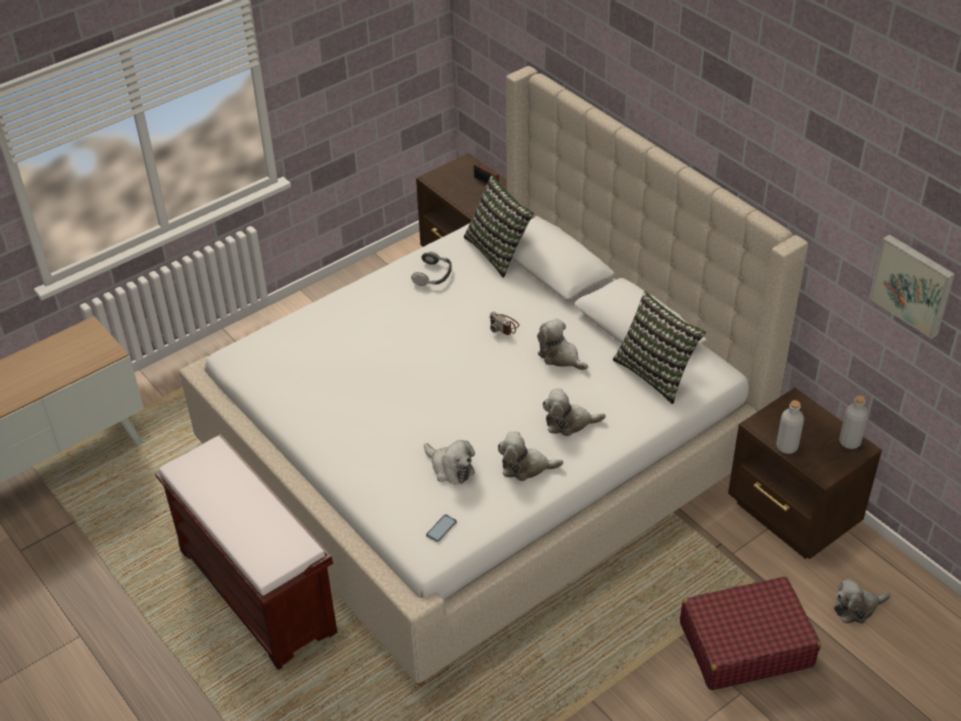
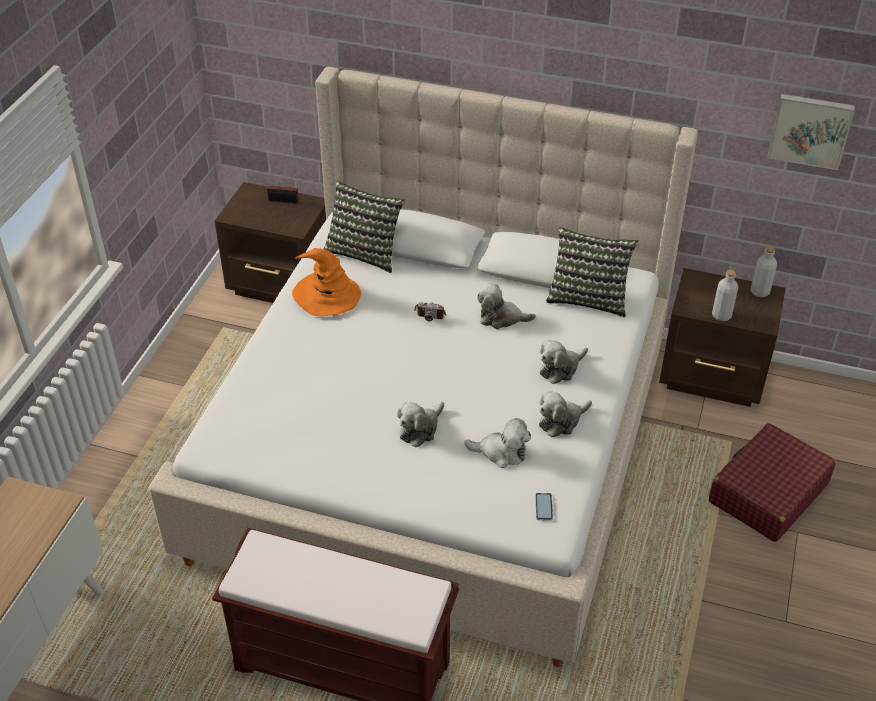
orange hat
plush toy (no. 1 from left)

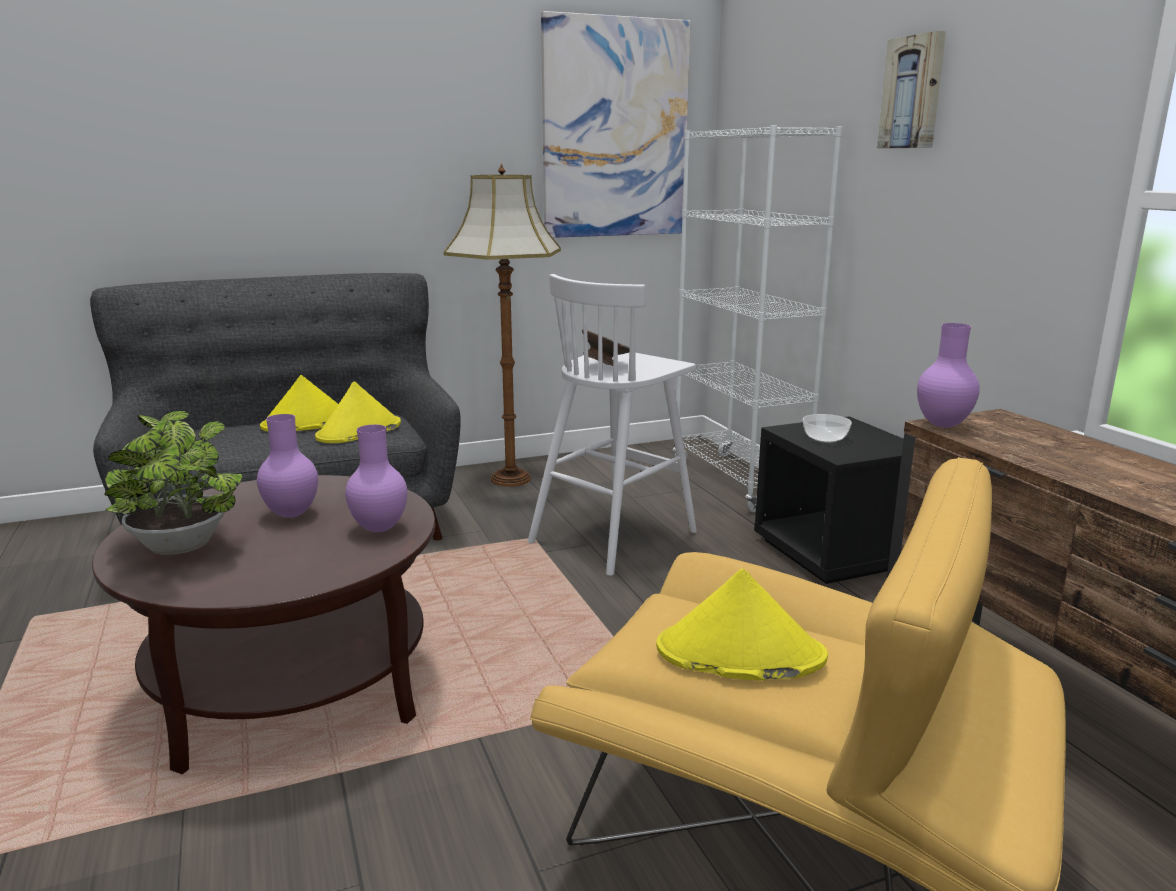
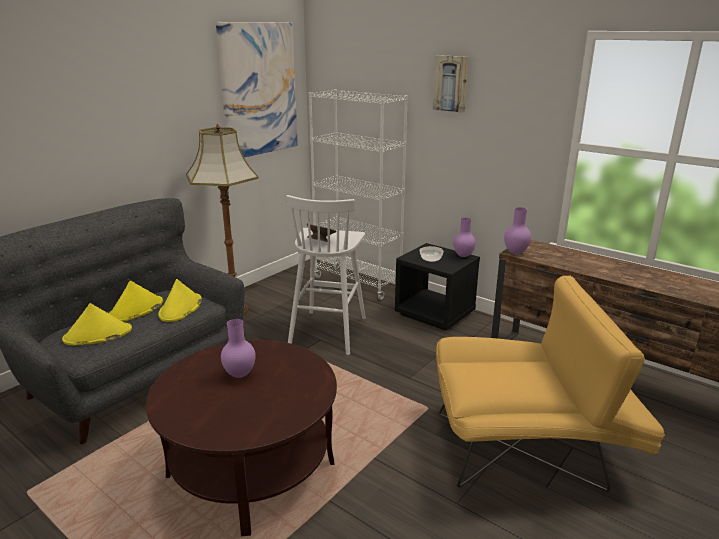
yellow hat (no. 1 from left)
purple vase (no. 2 from left)
potted plant

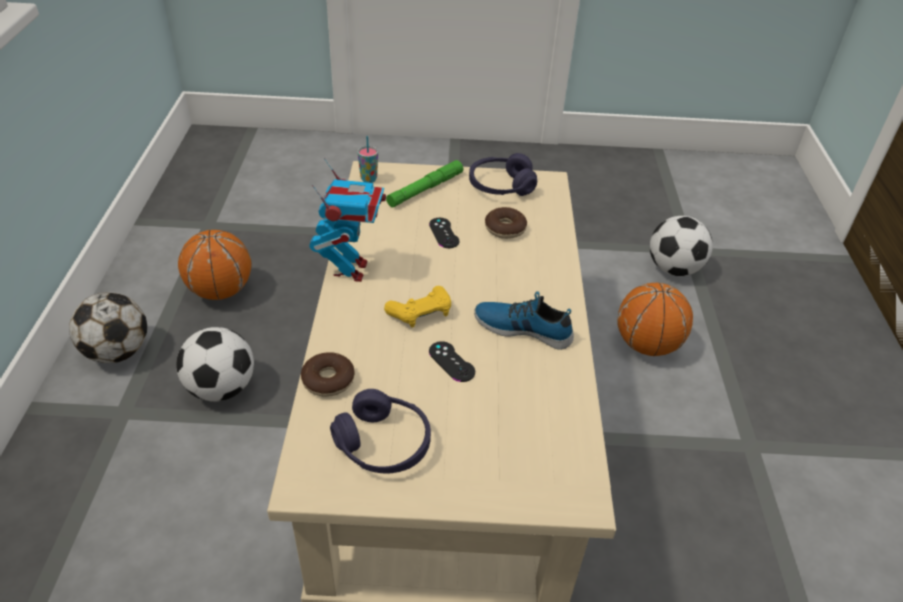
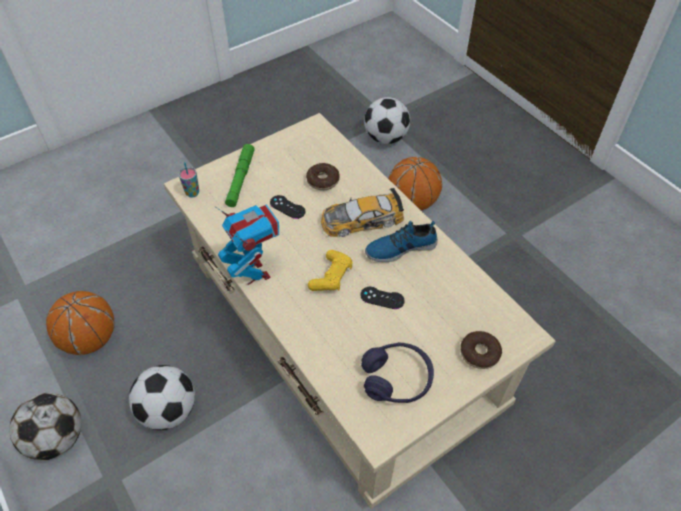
toy car
donut (no. 2 from left)
purple headphones (no. 2 from left in the first image)

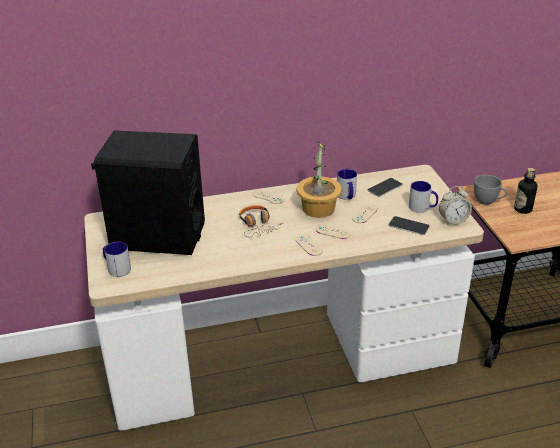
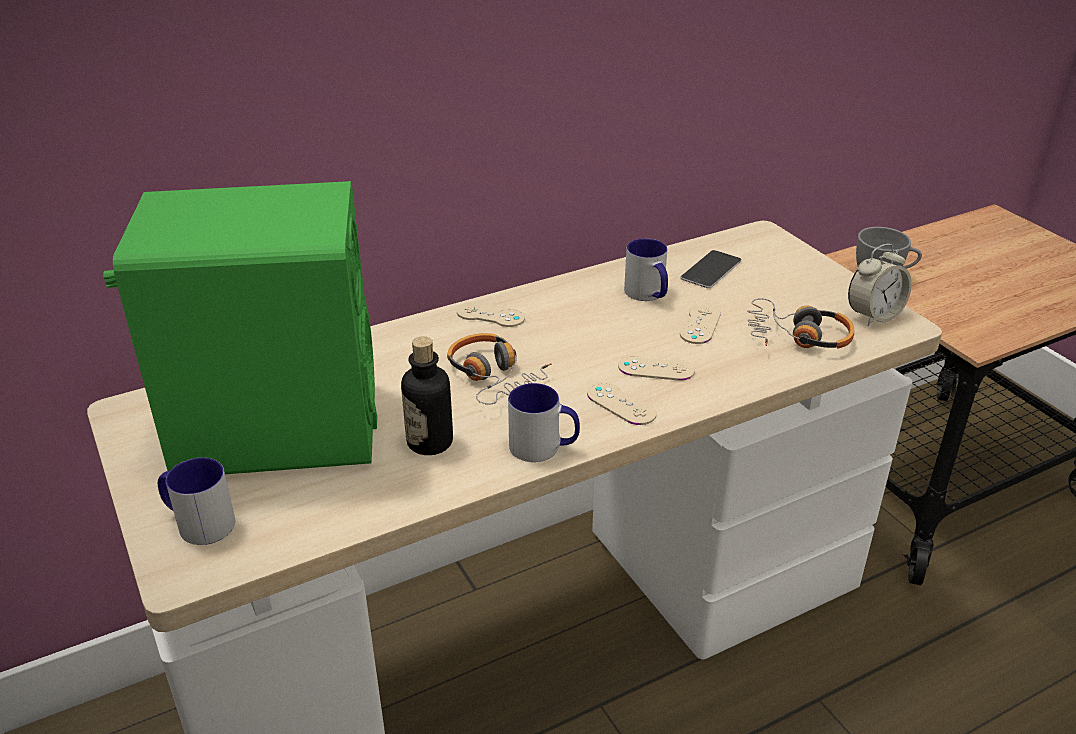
green speaker
bottle
mug (no. 2 from left)
headphones (no. 2 from left)
potted plant

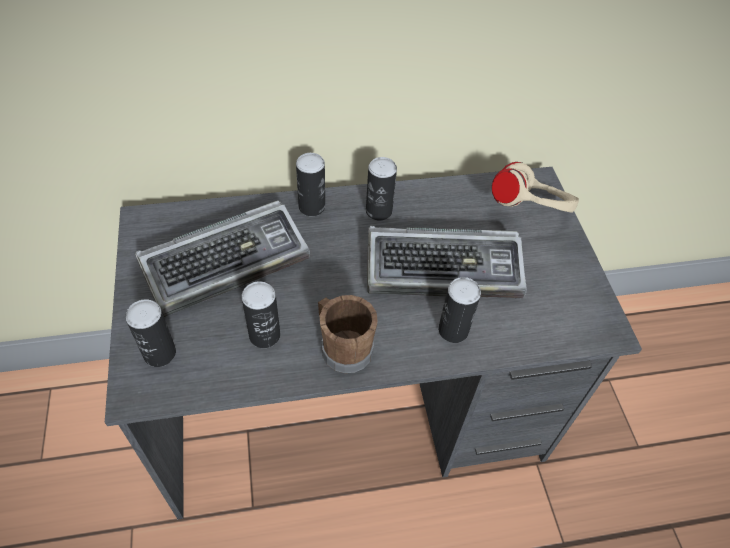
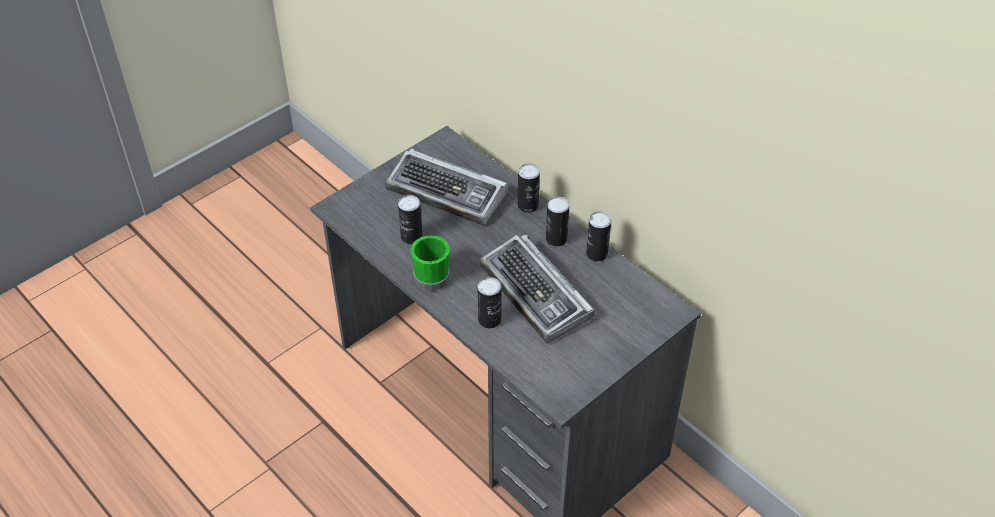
green mug
can (no. 5 from left)
beige headphones

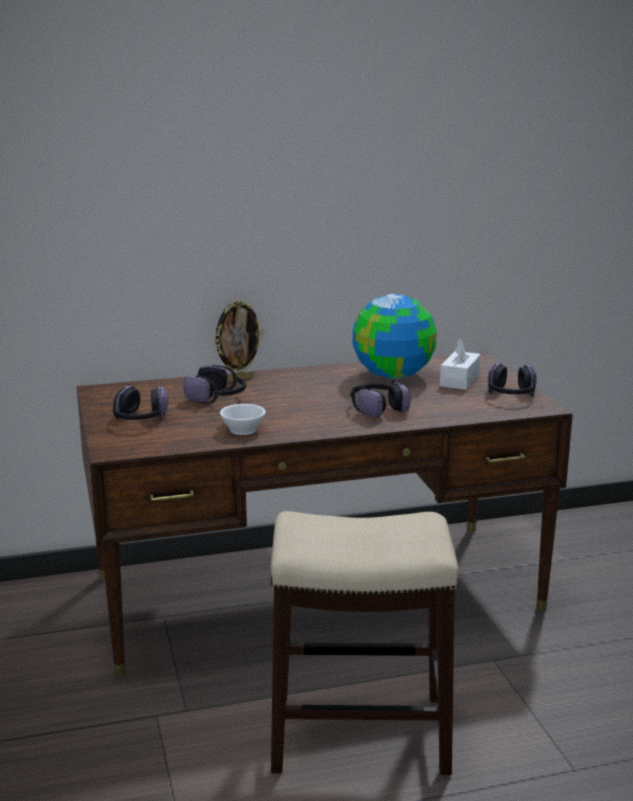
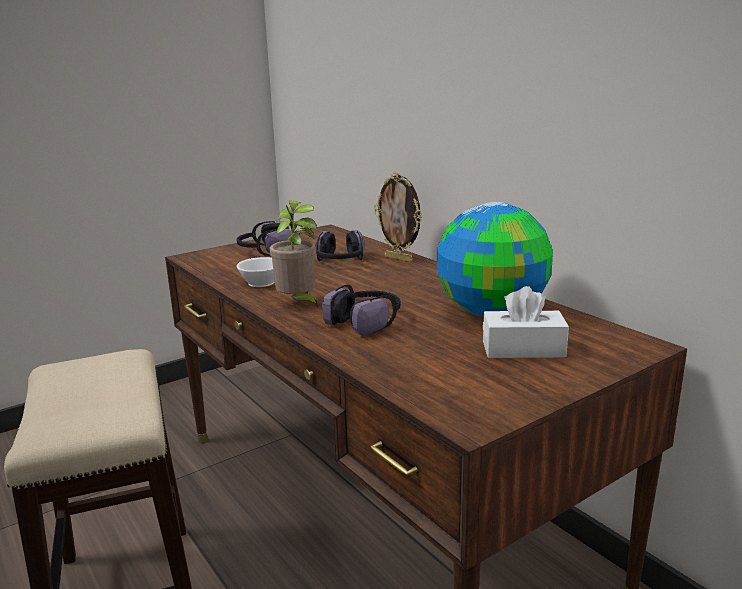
potted plant
headphones (no. 4 from left in the first image)

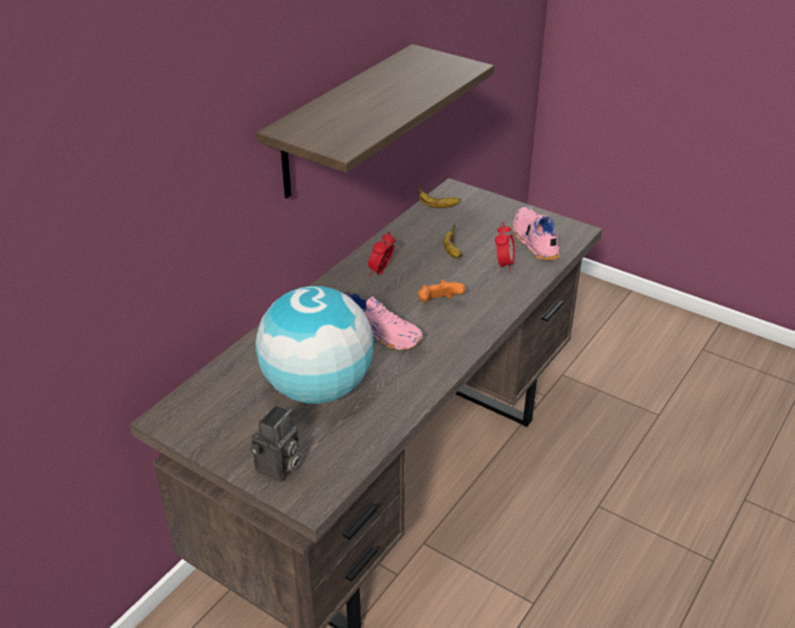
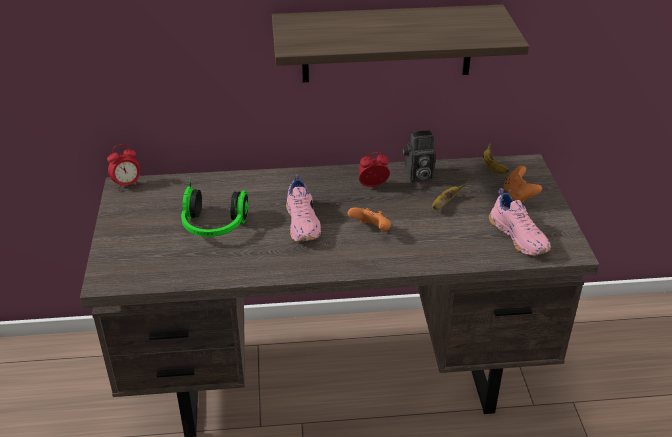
alarm clock (no. 1 from left)
headphones
photo camera
pink shoe (no. 2 from left)
orange game controller (no. 2 from left)

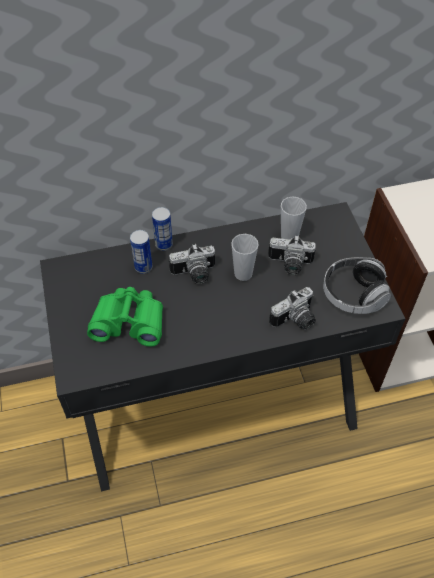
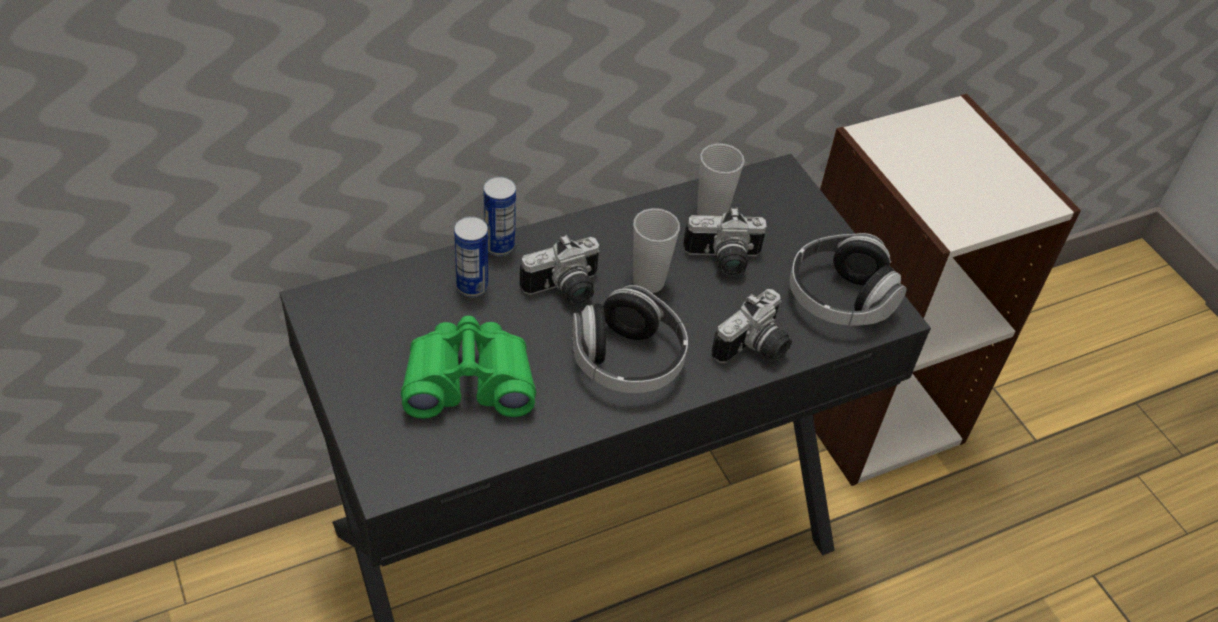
headphones (no. 1 from left)

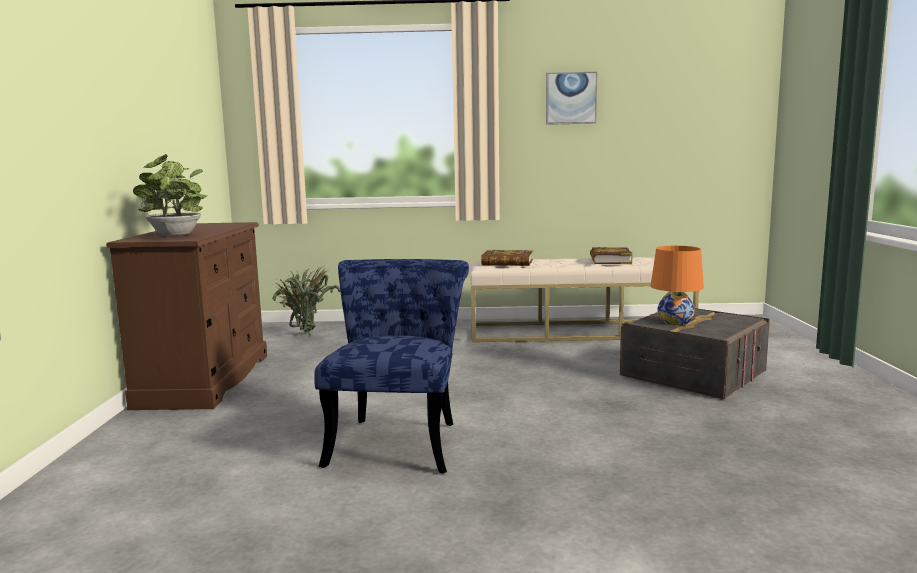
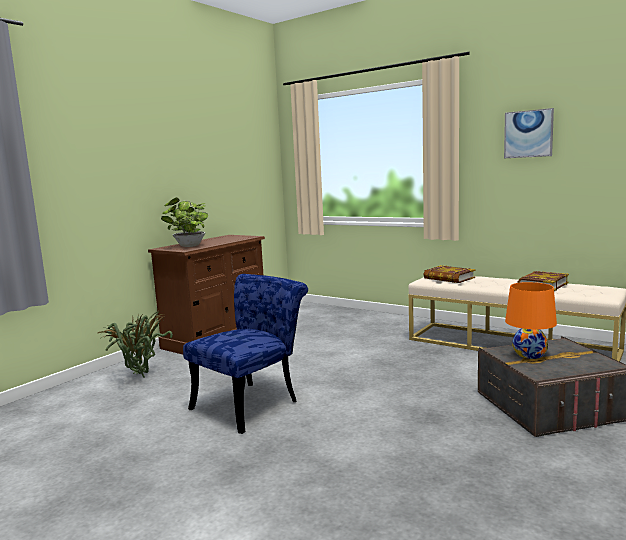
potted plant (no. 1 from left)

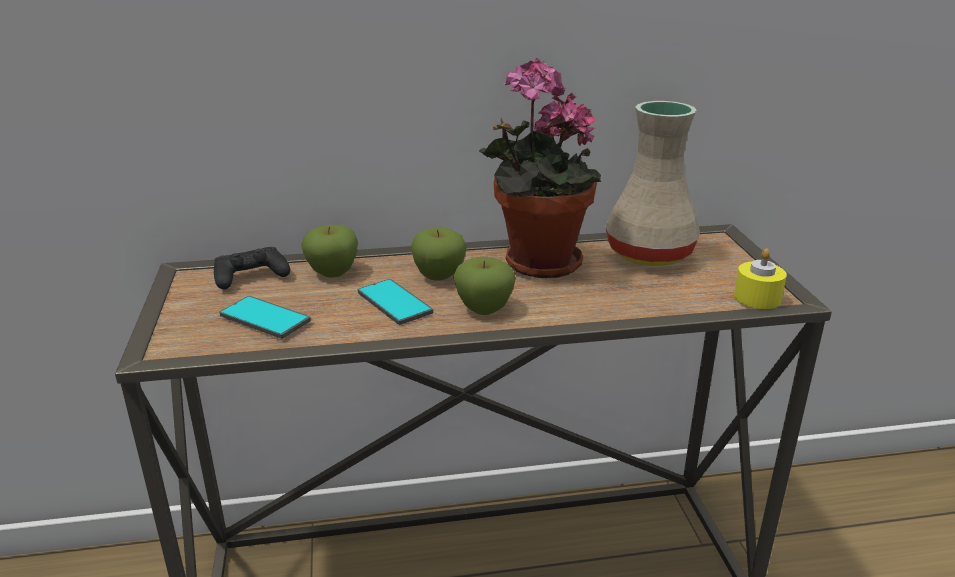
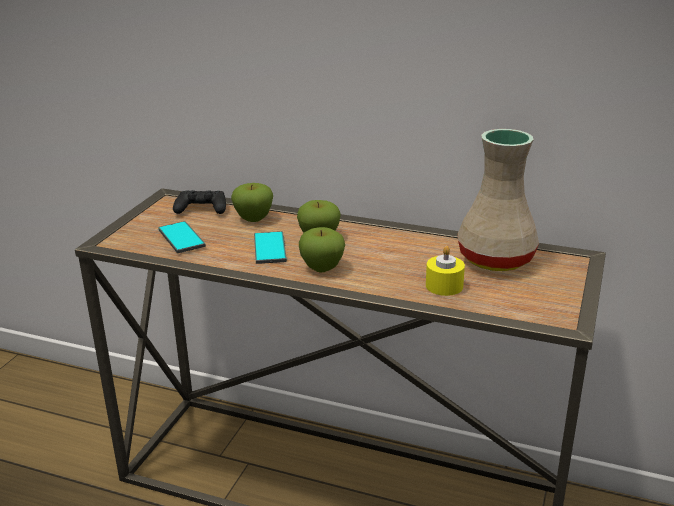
yellow candle
potted plant

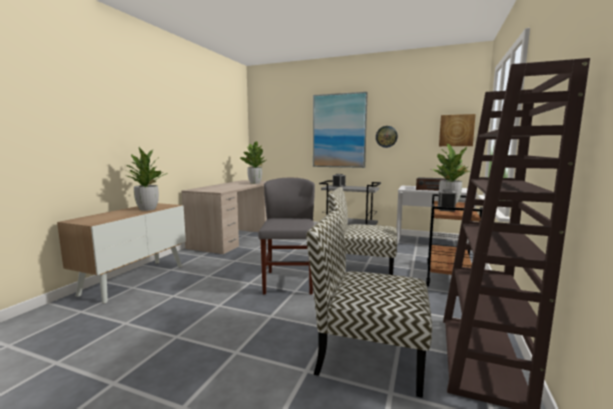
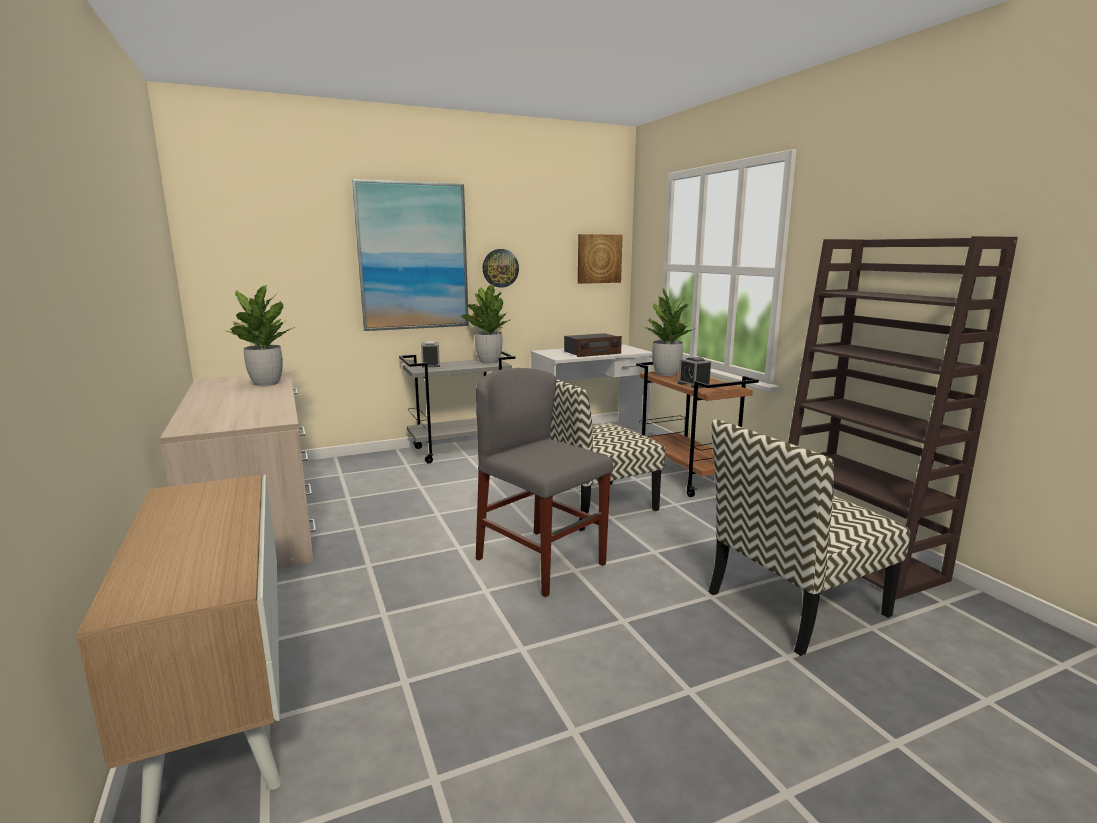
potted plant (no. 2 from left)

